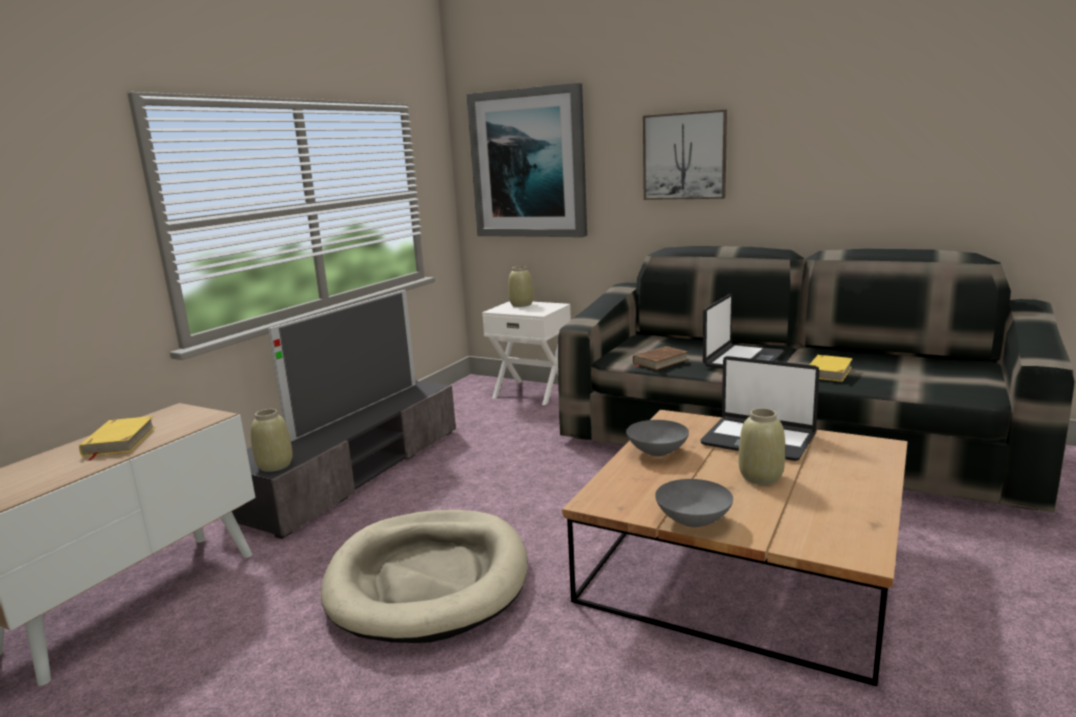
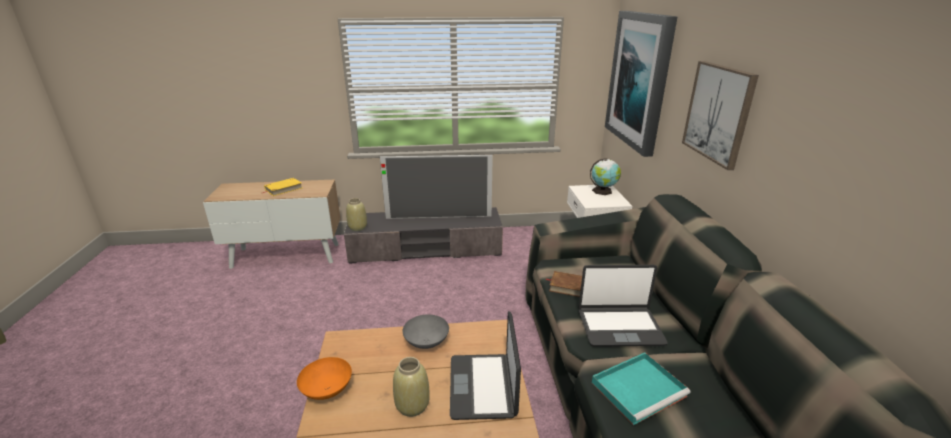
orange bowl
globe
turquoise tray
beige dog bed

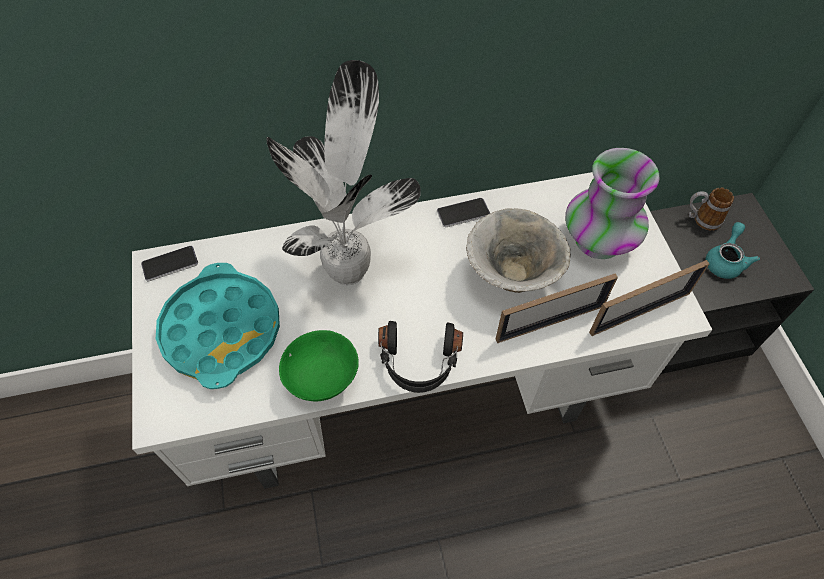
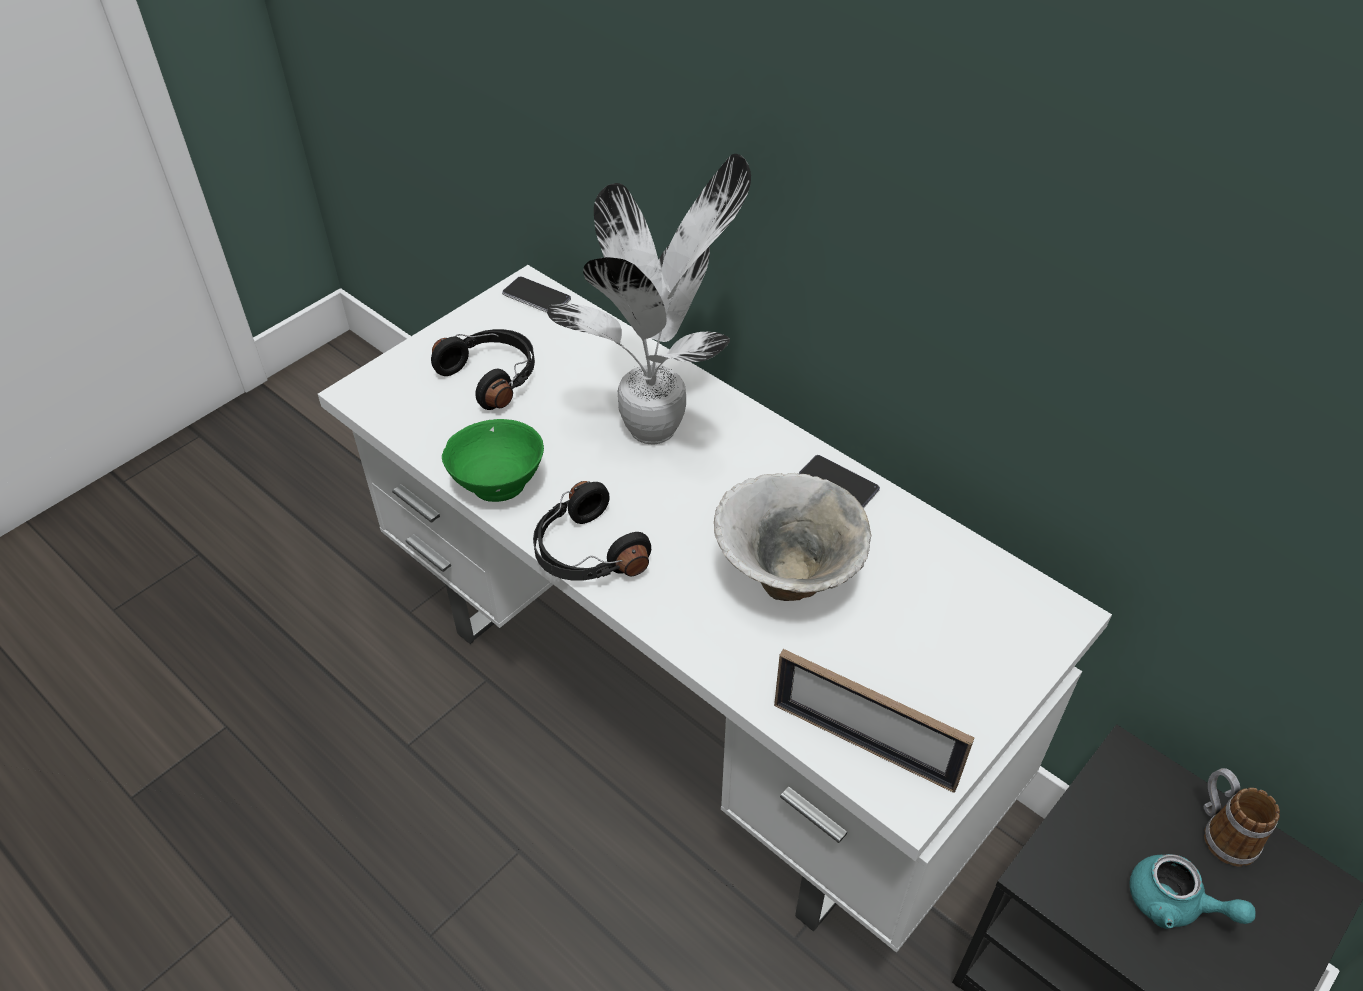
black headphones (no. 1 from left)
turquoise teapot
picture frame (no. 1 from left in the first image)
vase

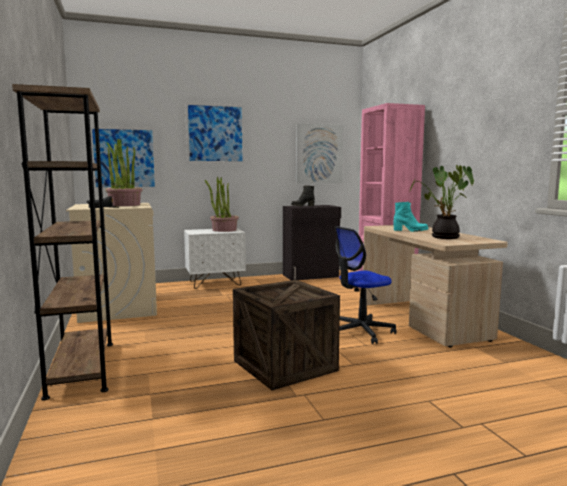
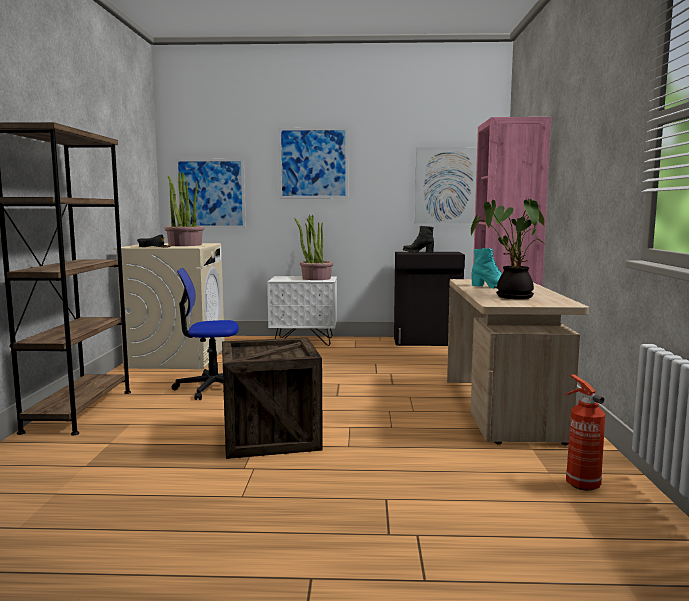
office chair
fire extinguisher

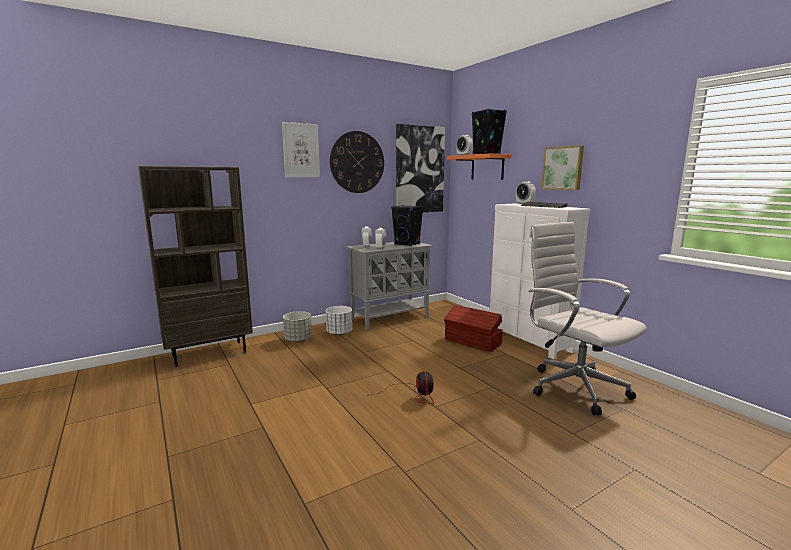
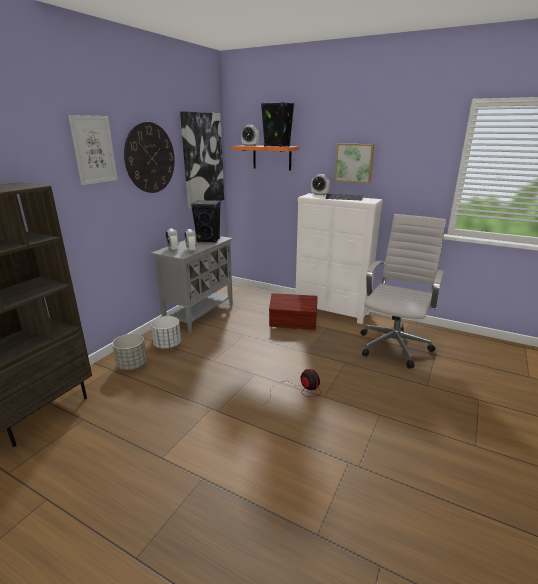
white office chair

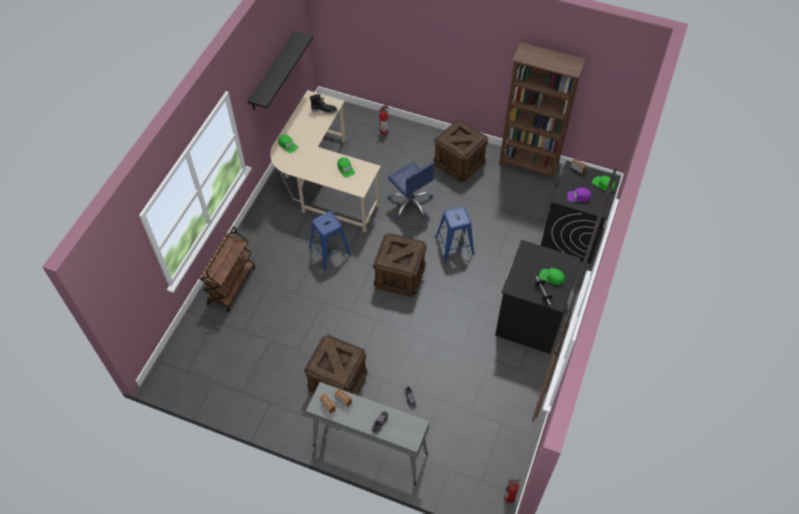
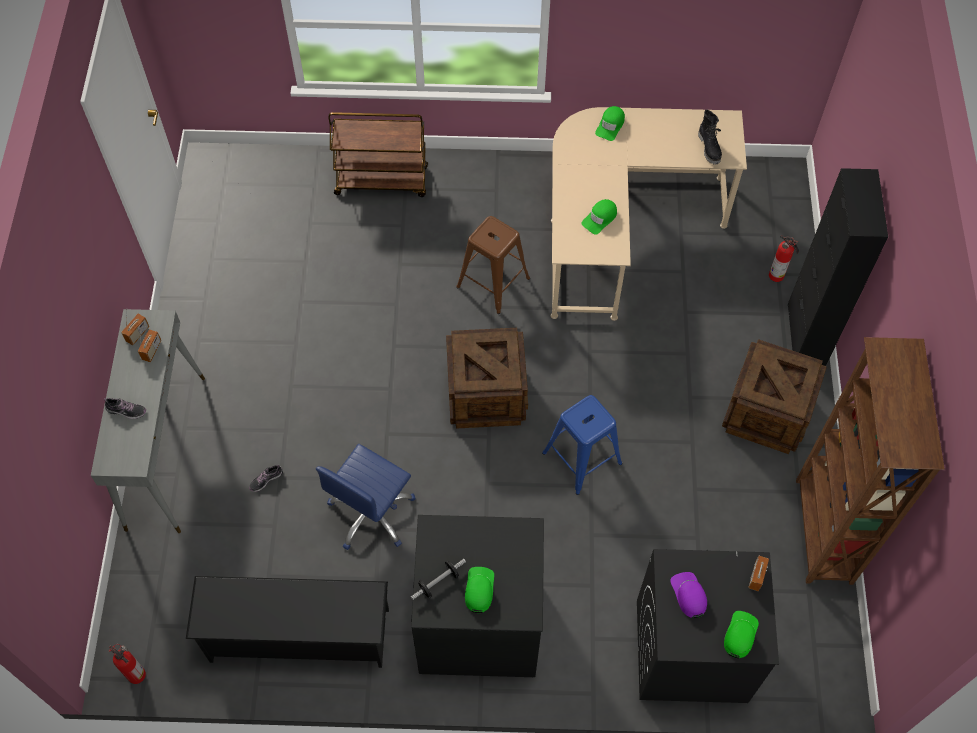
black shoe rack
blue office chair
brown stool
black cabinet
black shelf
crate (no. 1 from left in the first image)

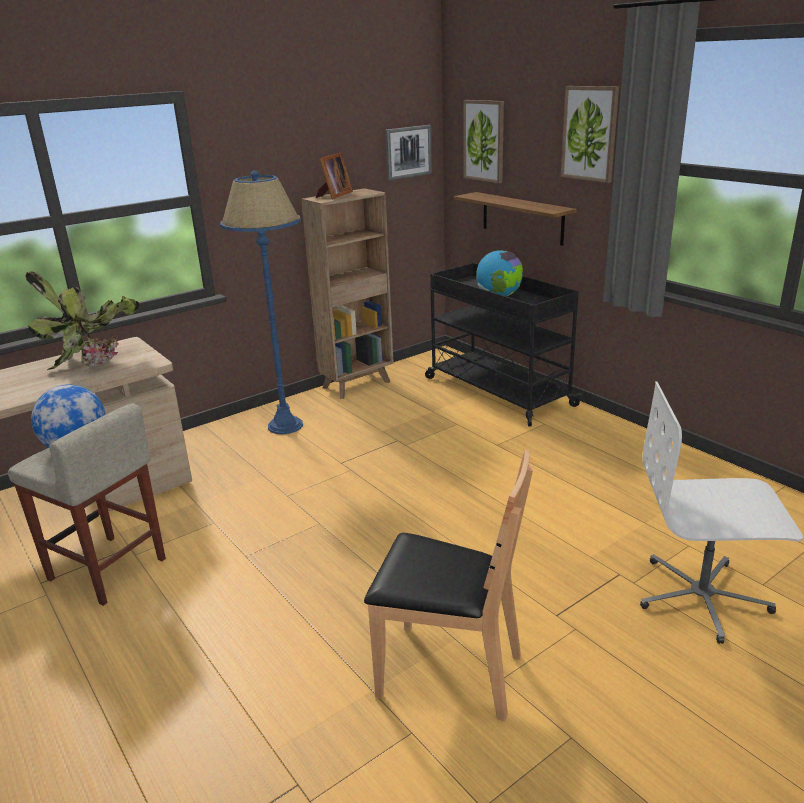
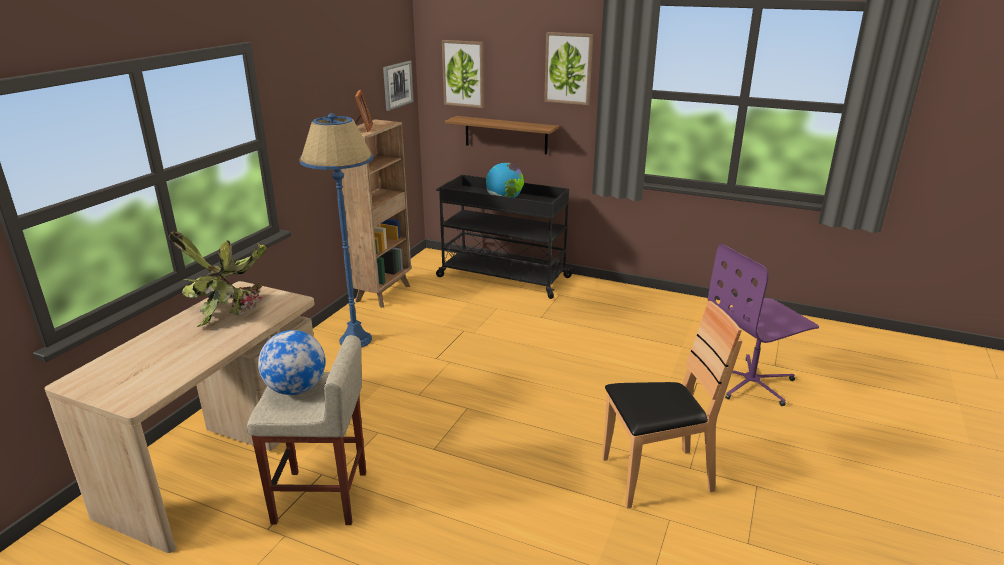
purple office chair

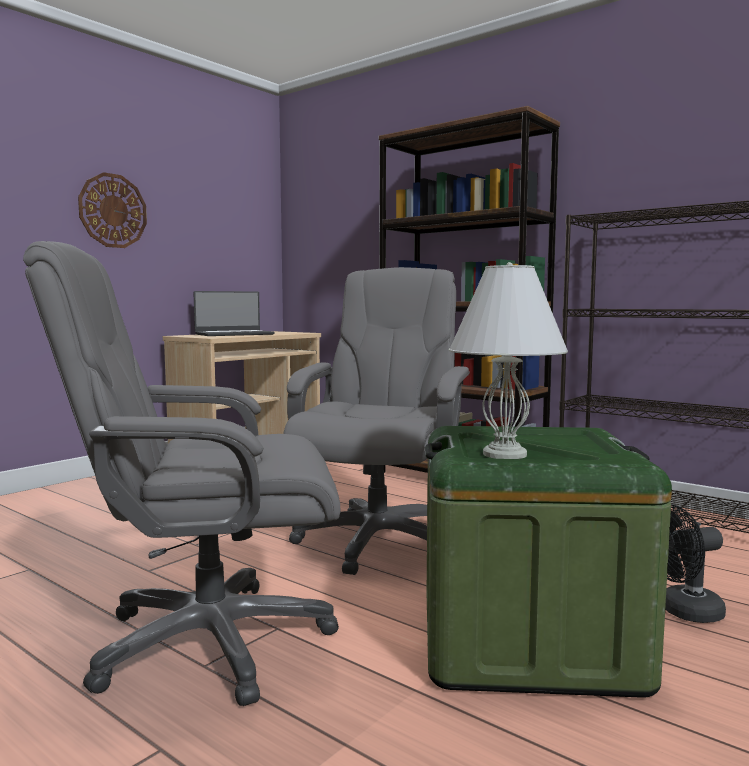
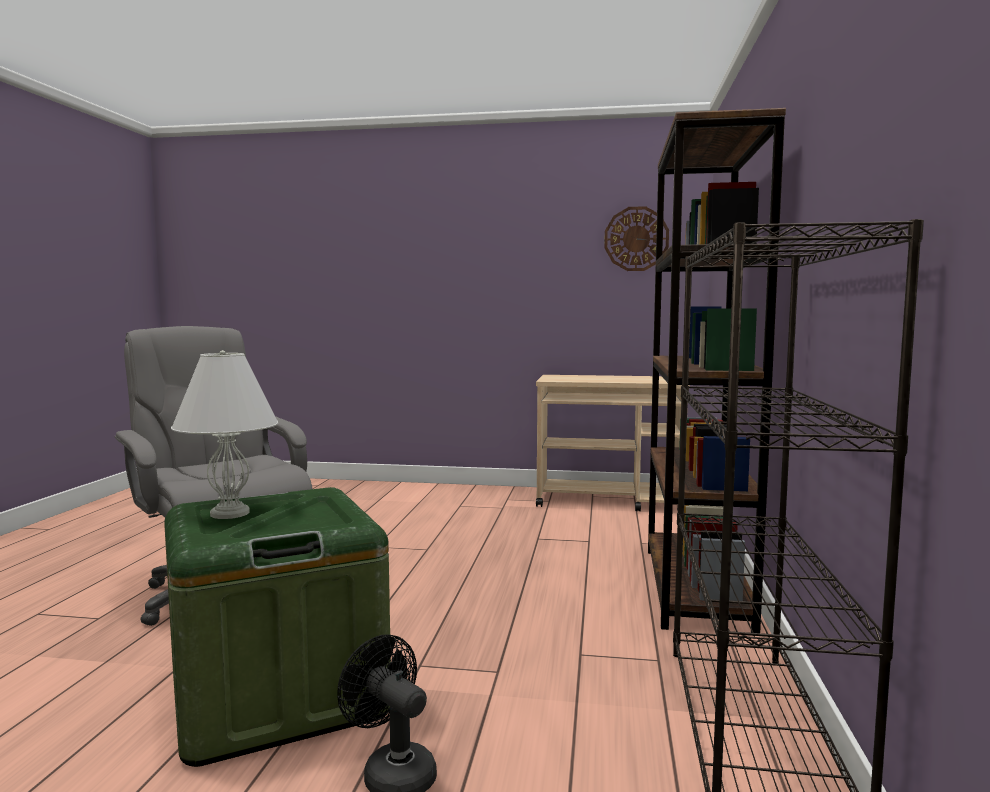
wall clock
laptop
grey office chair (no. 2 from left in the first image)

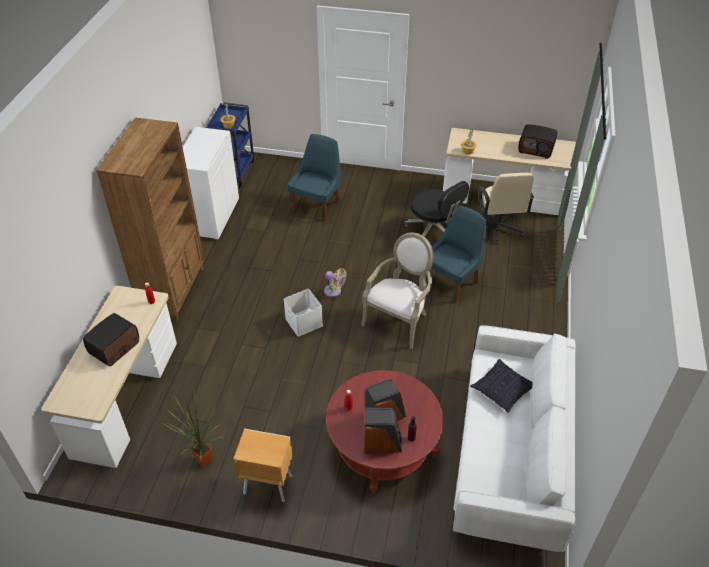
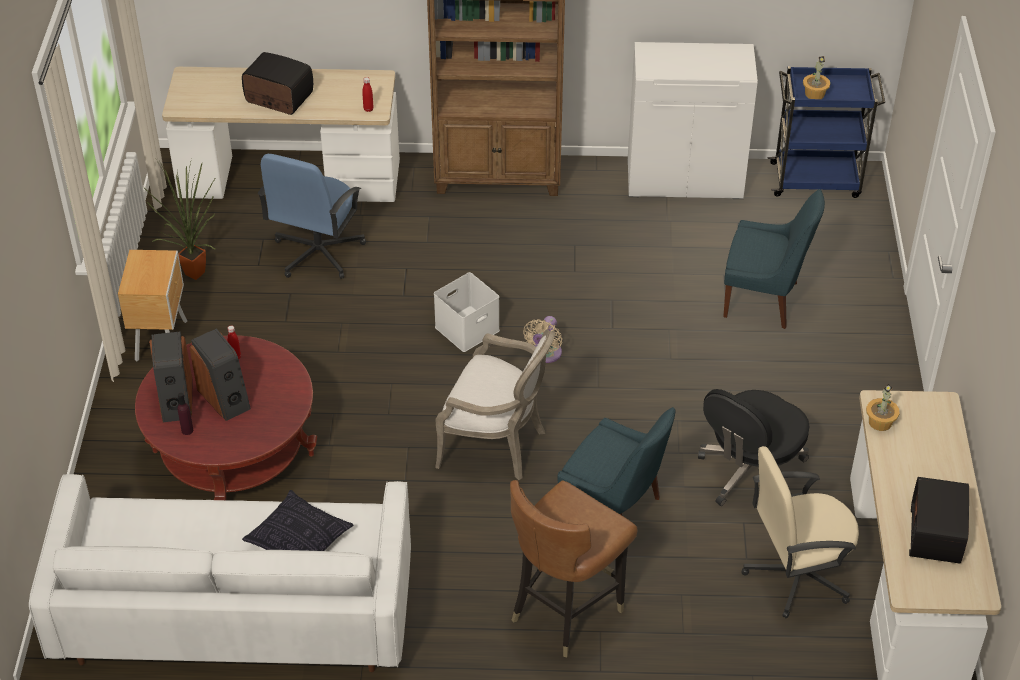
blue office chair
brown chair

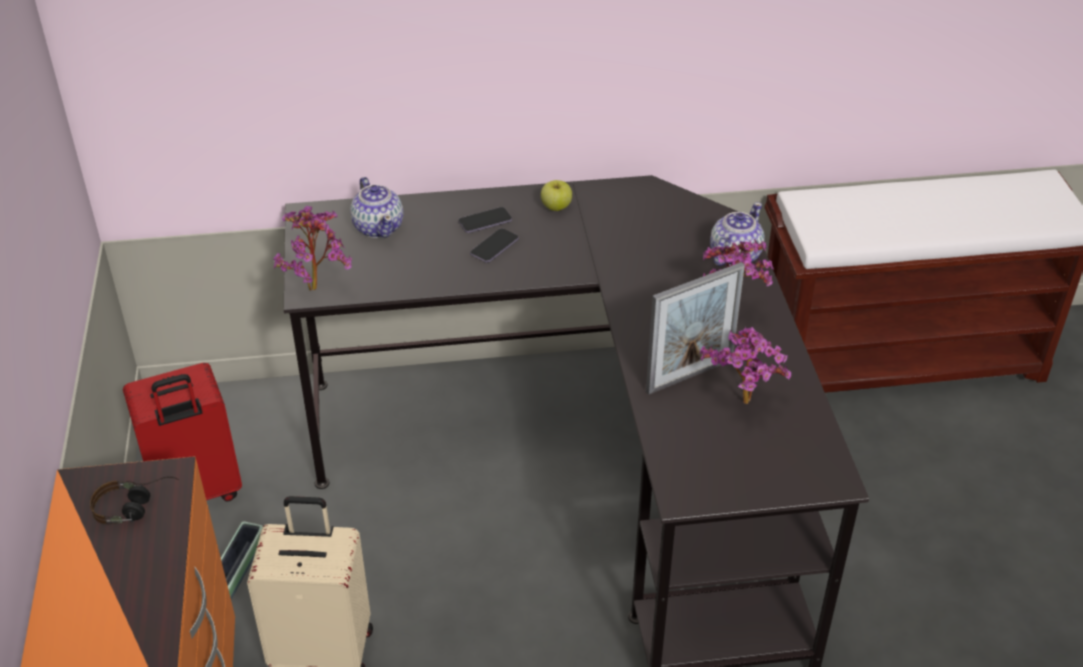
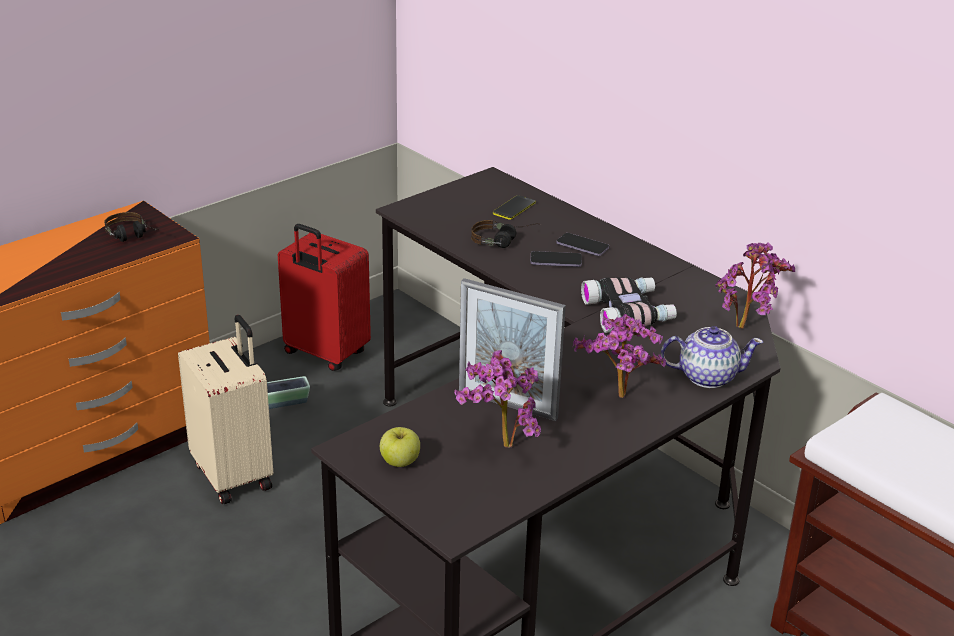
apple
headphones (no. 2 from left)
phone (no. 1 from left)
binoculars
potted plant (no. 3 from left)

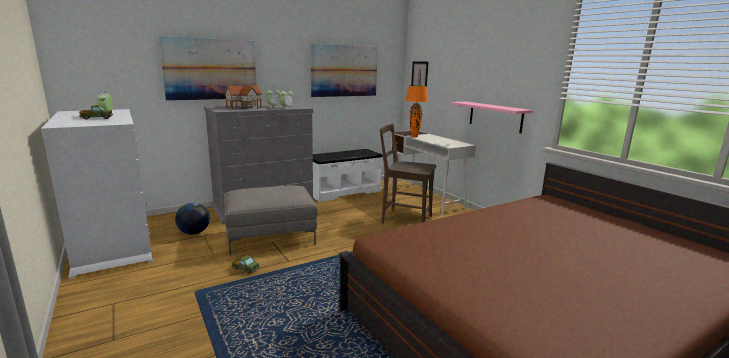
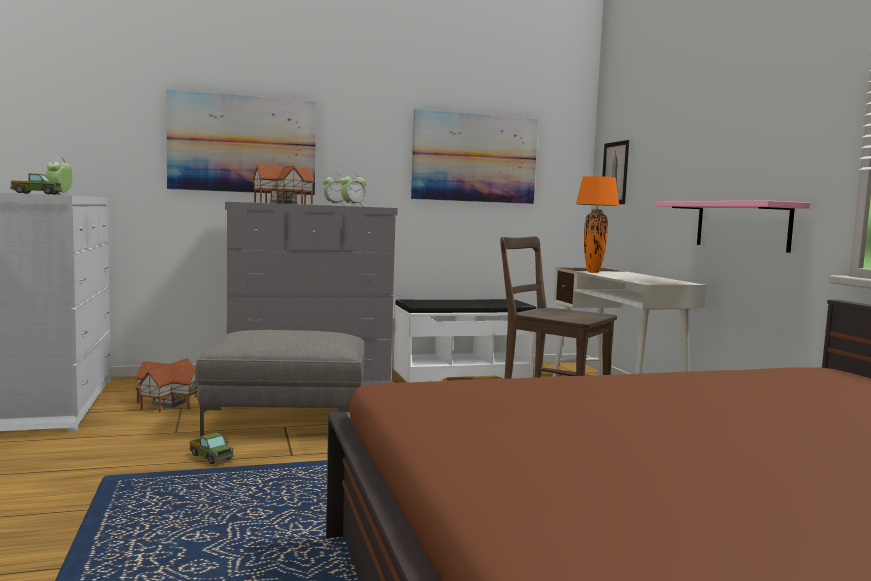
toy house (no. 1 from left)

